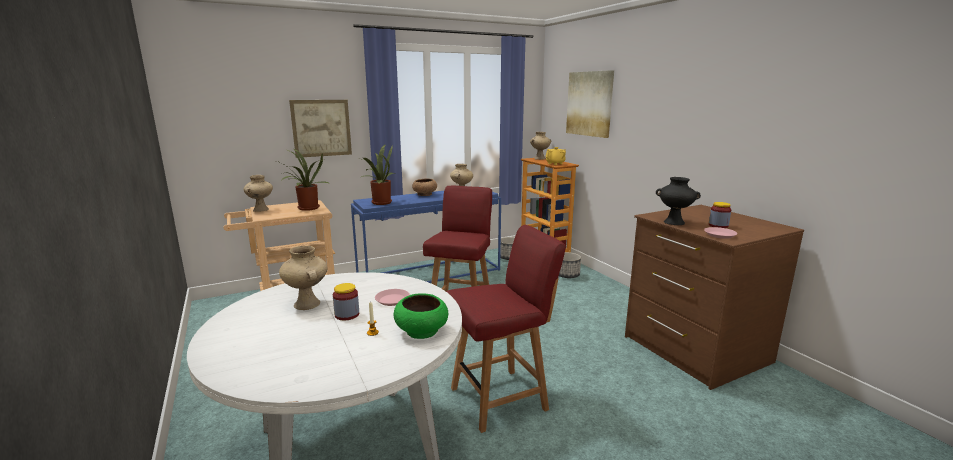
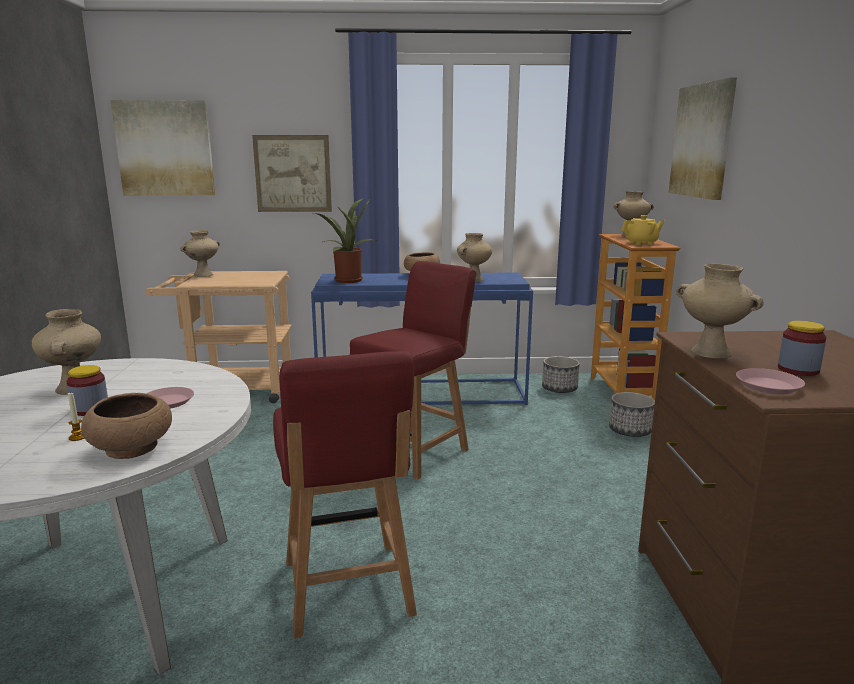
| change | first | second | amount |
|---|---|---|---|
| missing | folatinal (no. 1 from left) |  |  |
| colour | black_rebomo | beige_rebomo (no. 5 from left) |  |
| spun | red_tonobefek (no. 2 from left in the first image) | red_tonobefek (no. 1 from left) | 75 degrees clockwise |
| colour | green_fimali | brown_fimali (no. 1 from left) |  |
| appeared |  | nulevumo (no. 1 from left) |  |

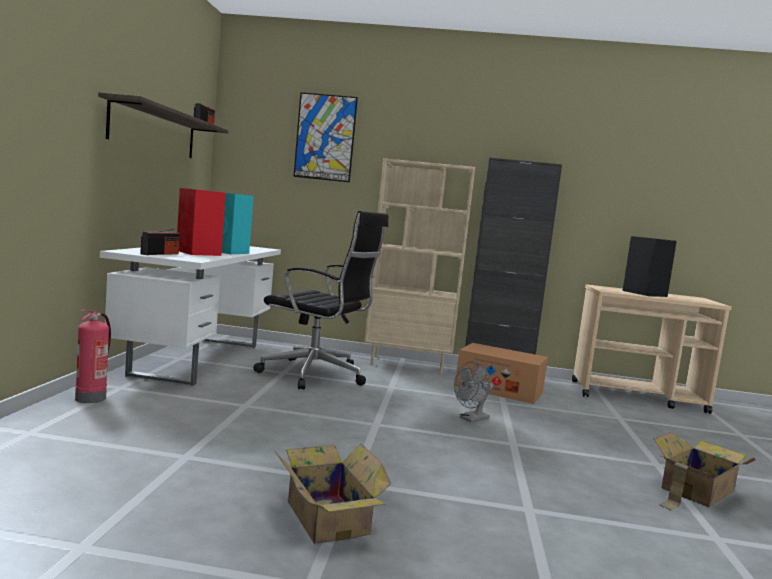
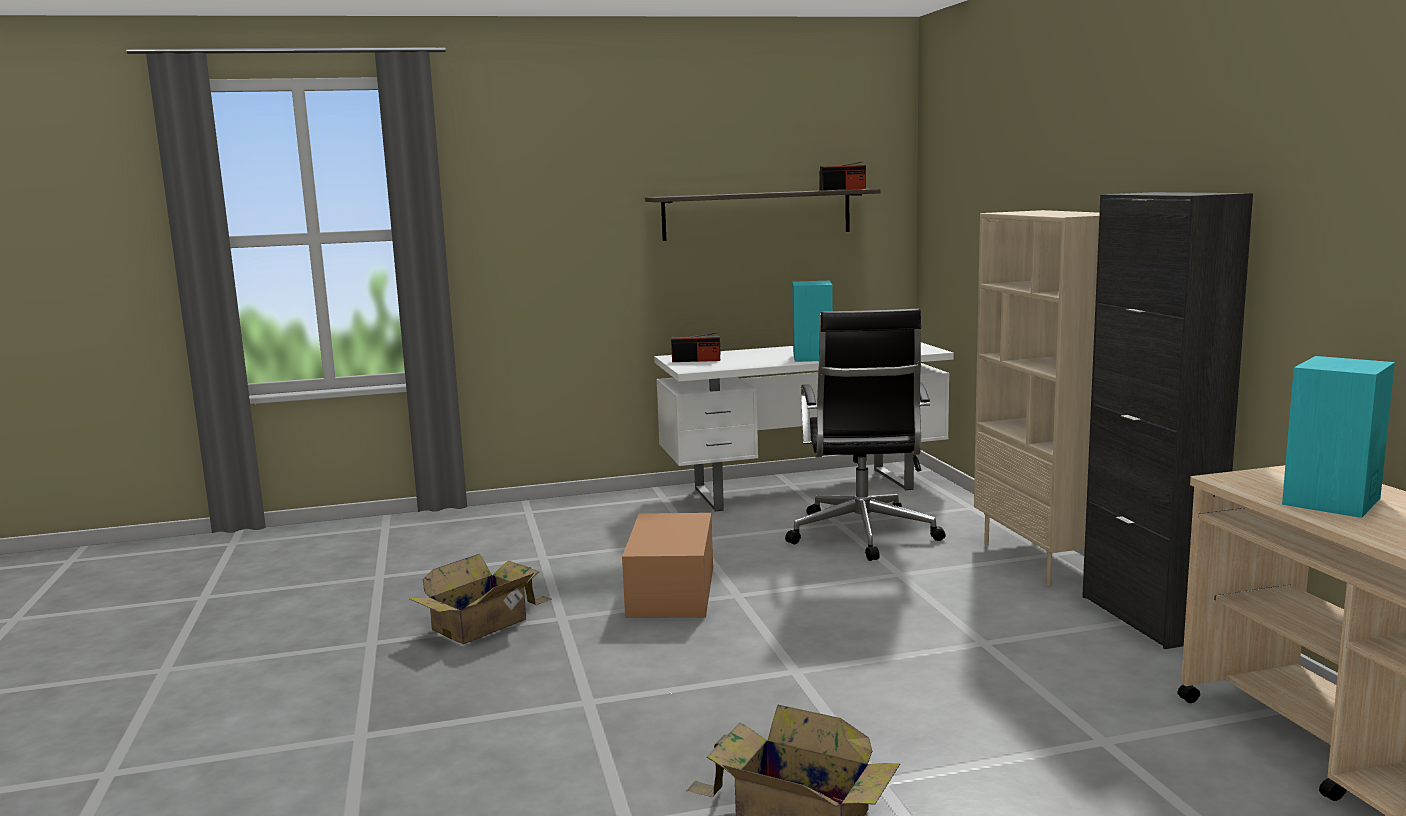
| change | first | second | amount |
|---|---|---|---|
| missing | nulevumo |  |  |
| missing | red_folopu |  |  |
| colour | black_folopu | turquoise_folopu (no. 2 from left) |  |
| missing | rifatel |  |  |
| relocated | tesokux (no. 2 from left) |  |  |
| missing | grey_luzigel |  |  |

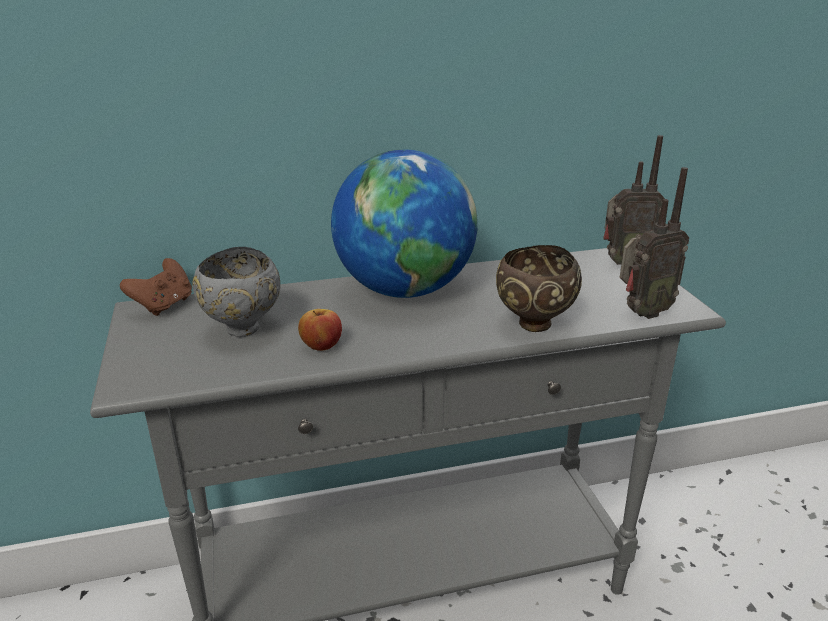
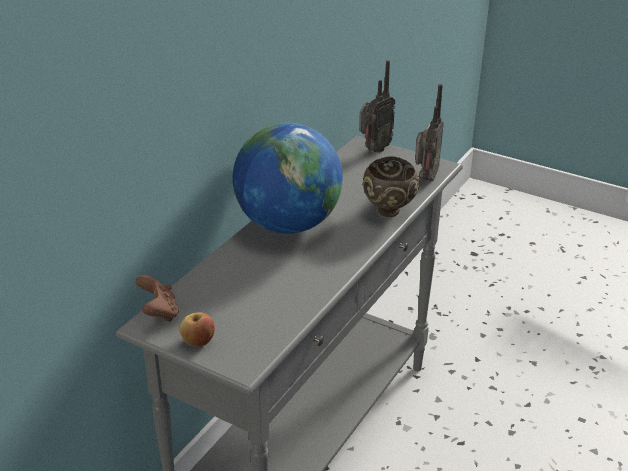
| change | first | second | amount |
|---|---|---|---|
| missing | grey_fimali |  |  |
| relocated | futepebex |  |  |

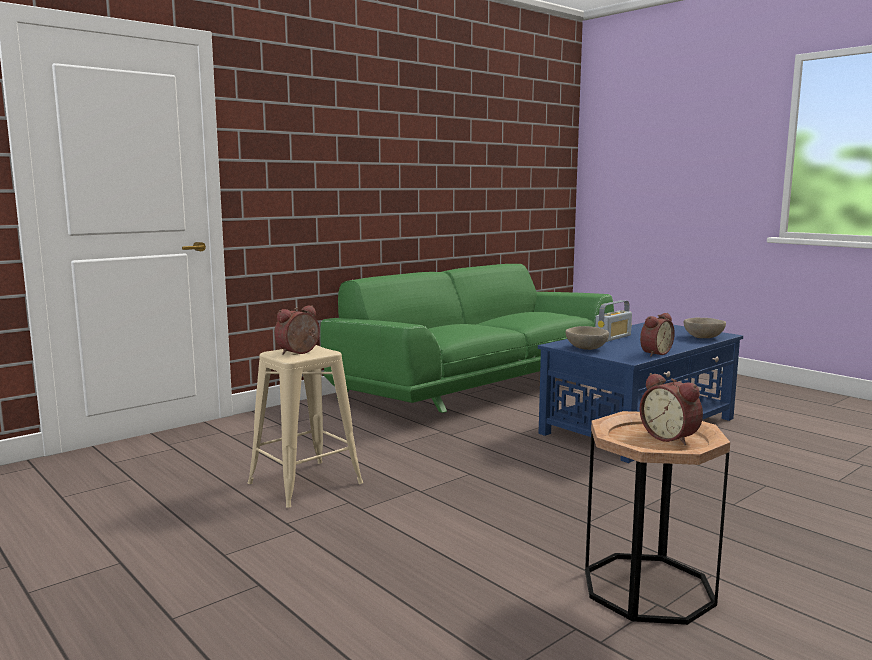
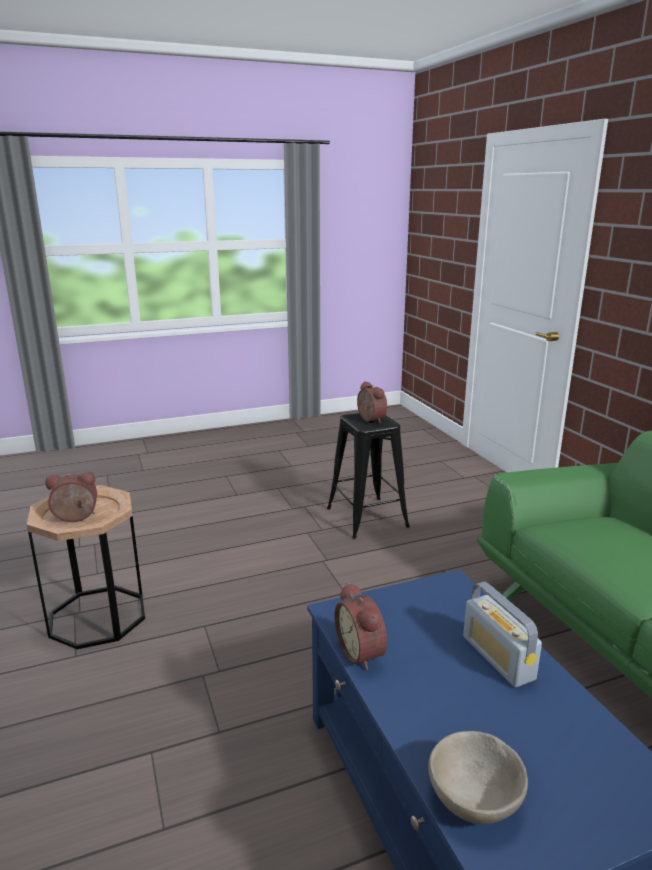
| change | first | second | amount |
|---|---|---|---|
| missing | beige_fimali (no. 1 from left) |  |  |
| colour | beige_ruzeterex | black_ruzeterex |  |

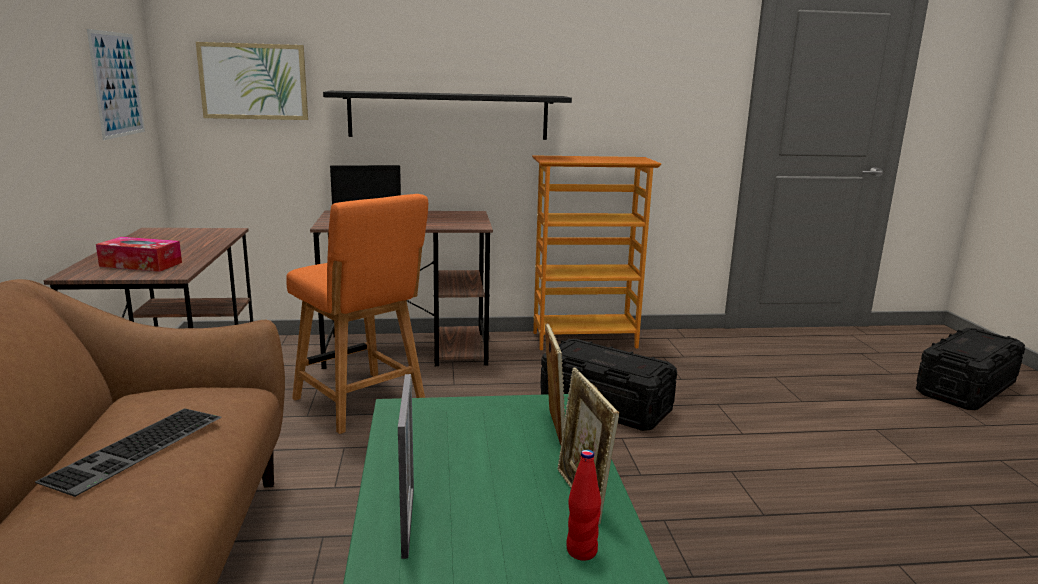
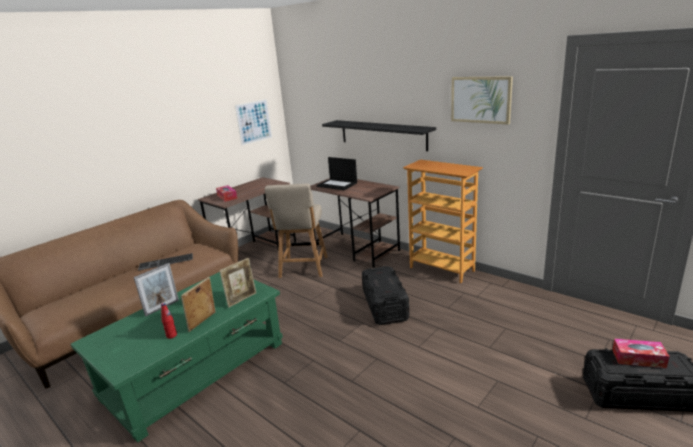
| change | first | second | amount |
|---|---|---|---|
| relocated | nulevumo (no. 2 from left) |  |  |
| colour | orange_tonobefek | beige_tonobefek |  |
| appeared |  | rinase (no. 2 from left) |  |

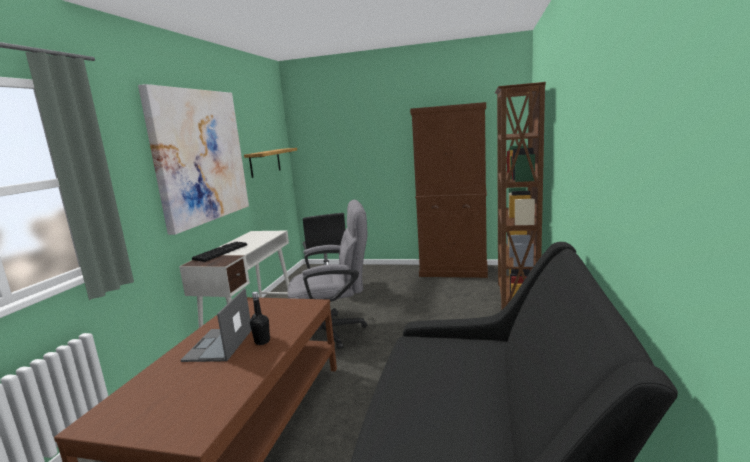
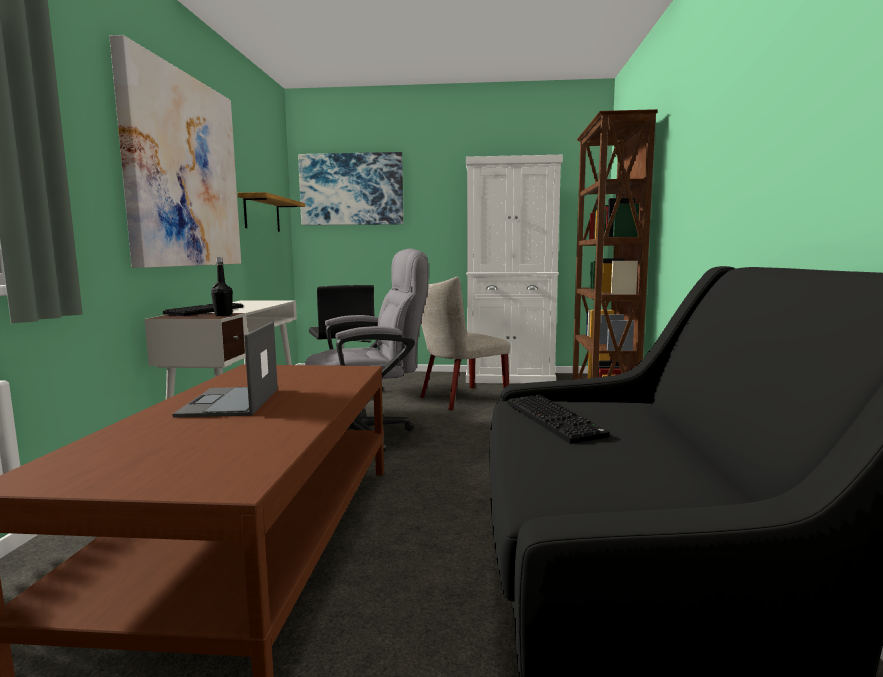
| change | first | second | amount |
|---|---|---|---|
| colour | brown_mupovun | white_mupovun |  |
| relocated | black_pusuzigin |  |  |
| appeared |  | nulevumo (no. 2 from left) |  |
| appeared |  | beige_tonobefek |  |
| appeared |  | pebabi (no. 2 from left) |  |

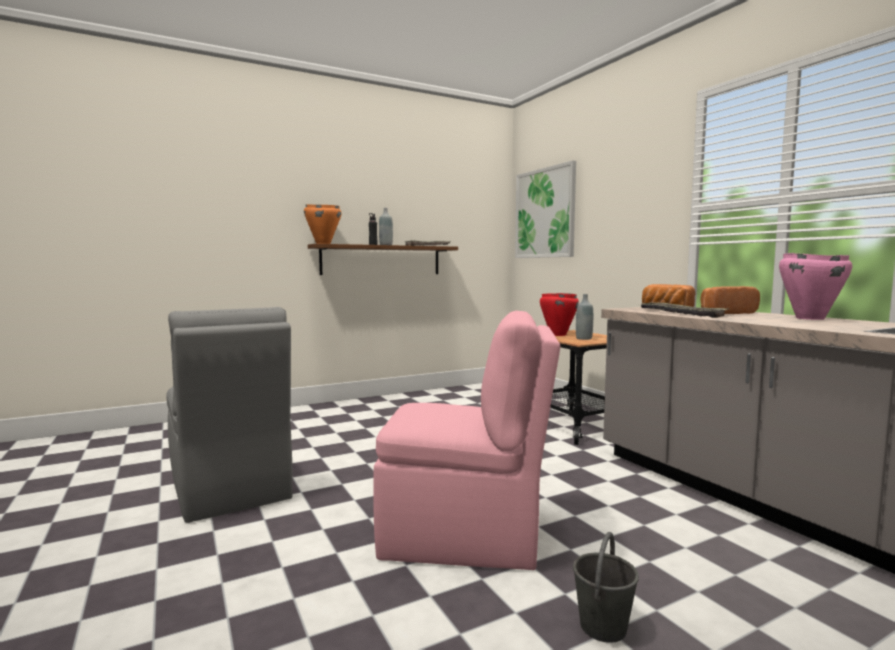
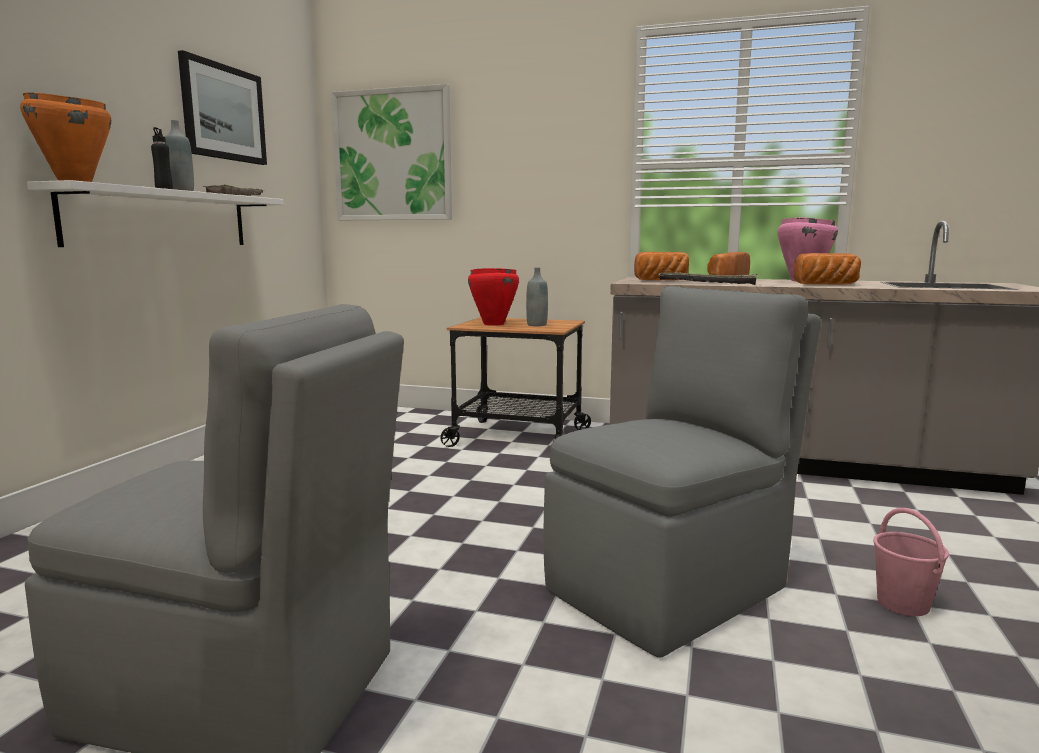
| change | first | second | amount |
|---|---|---|---|
| colour | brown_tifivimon | white_tifivimon |  |
| colour | pink_tonobefek | grey_tonobefek (no. 2 from left) |  |
| colour | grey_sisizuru | pink_sisizuru |  |
| appeared |  | nulevumo (no. 1 from left) |  |
| appeared |  | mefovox (no. 3 from left) |  |

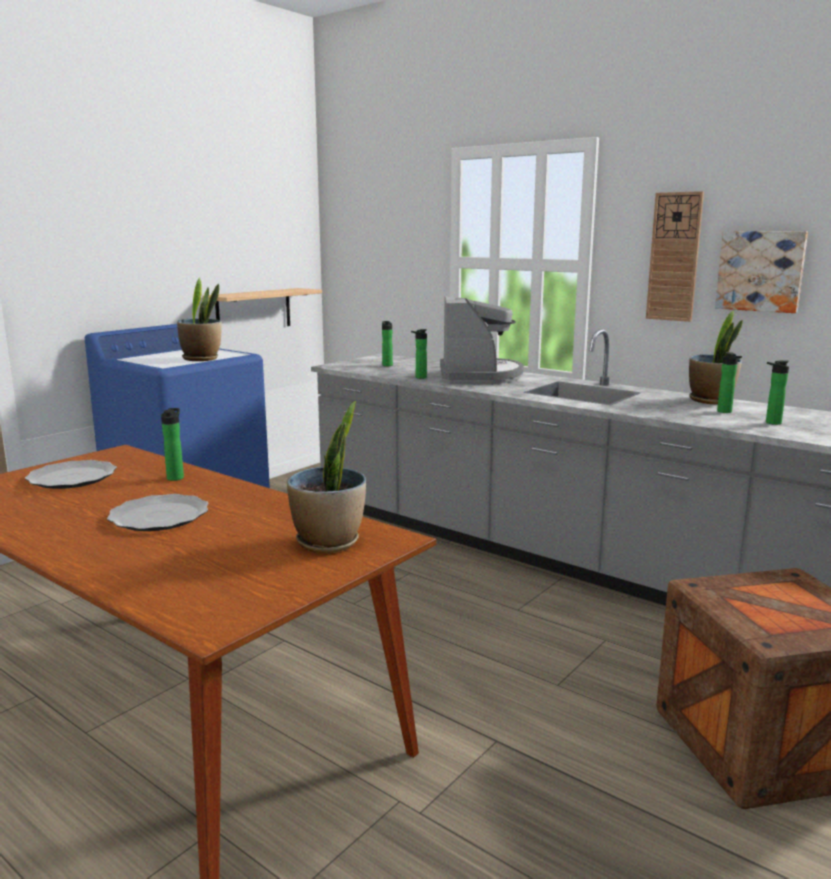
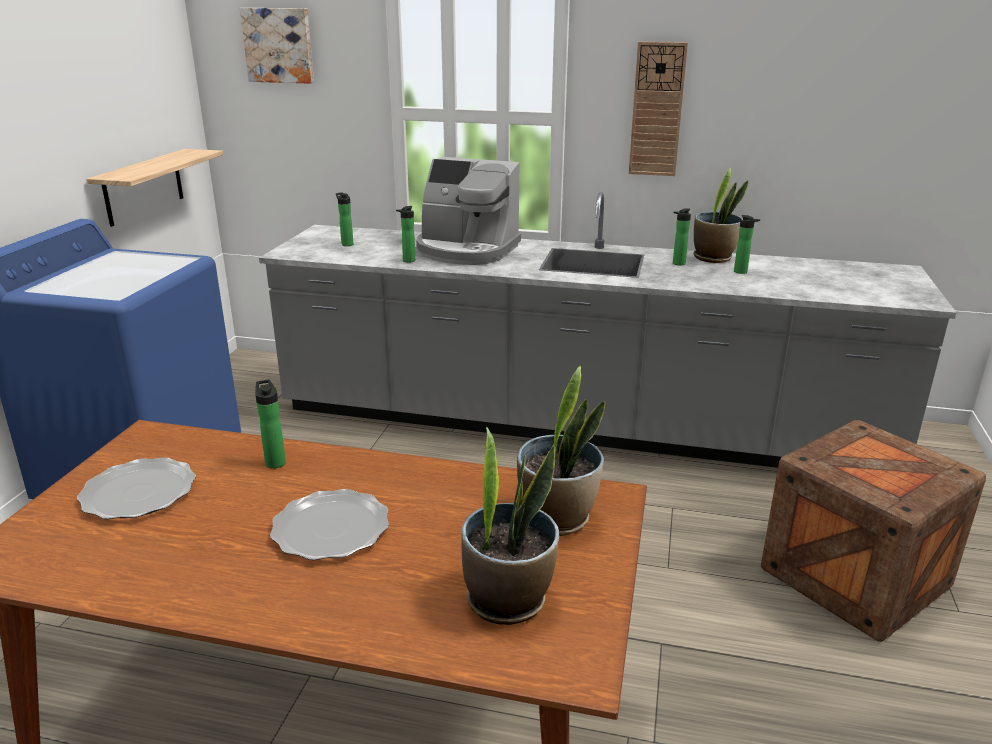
| change | first | second | amount |
|---|---|---|---|
| relocated | nulevumo |  |  |
| relocated | folatinal (no. 1 from left) |  |  |
| spun | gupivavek |  | 135 degrees clockwise |
| relocated | pusuzigin (no. 5 from left in the first image) | pusuzigin (no. 4 from left) |  |

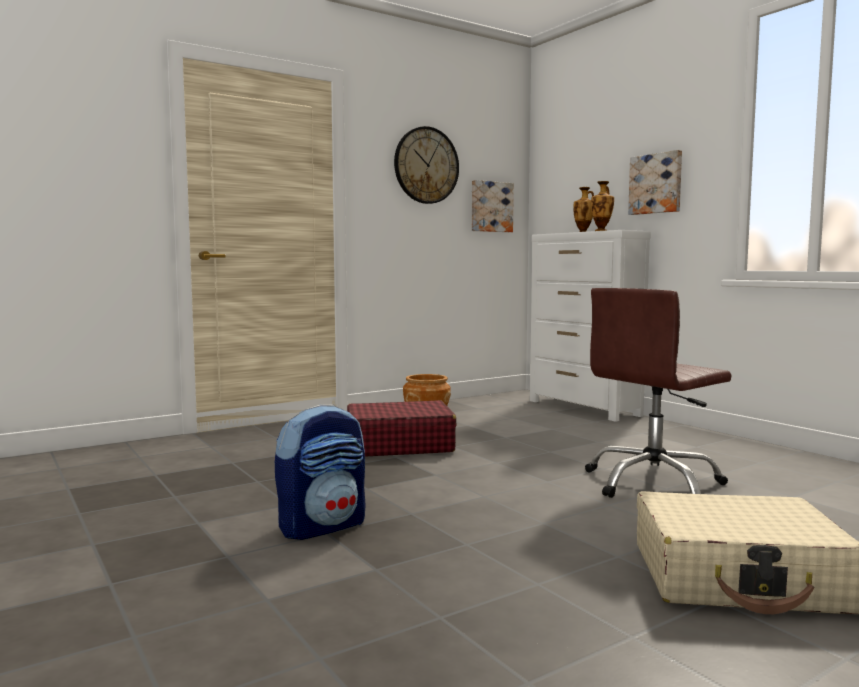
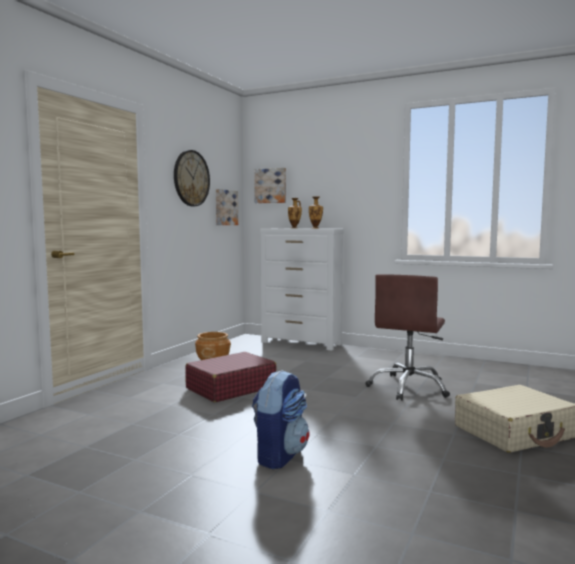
| change | first | second | amount |
|---|---|---|---|
| relocated | nulevumo (no. 2 from left) |  |  |

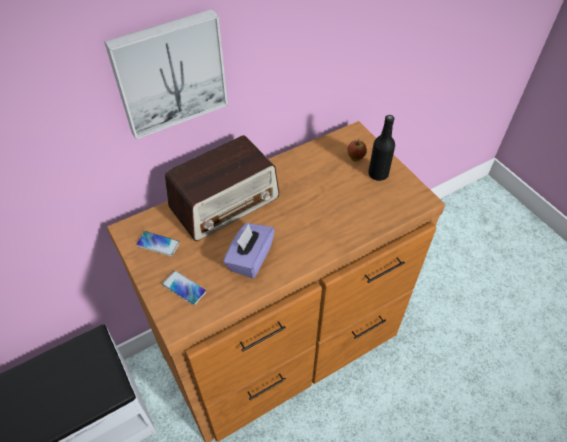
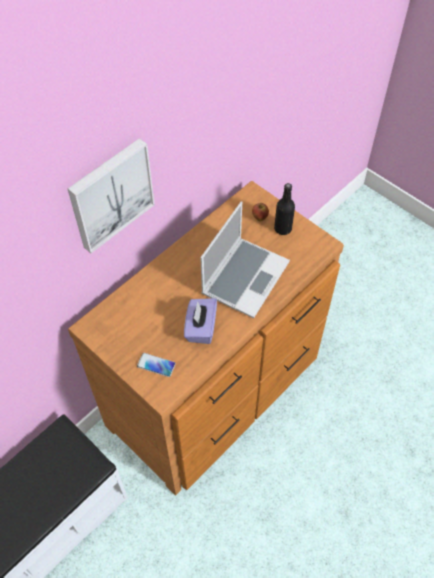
| change | first | second | amount |
|---|---|---|---|
| missing | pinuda |  |  |
| missing | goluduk (no. 1 from left) |  |  |
| appeared |  | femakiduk |  |

